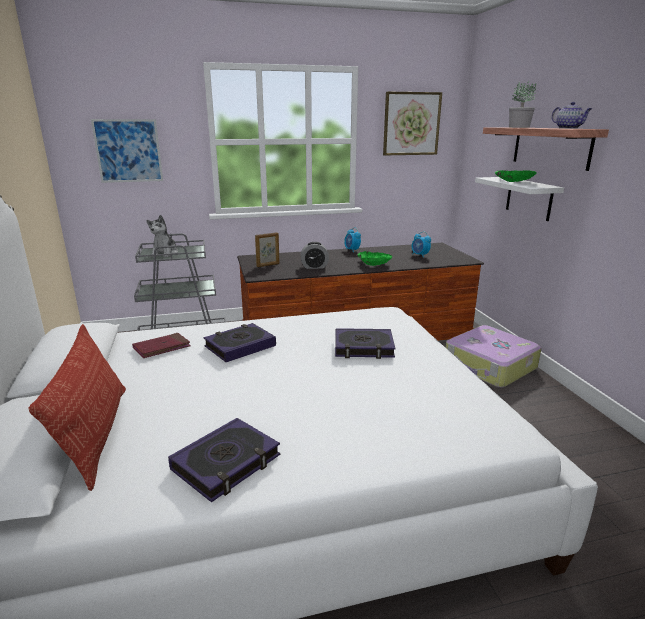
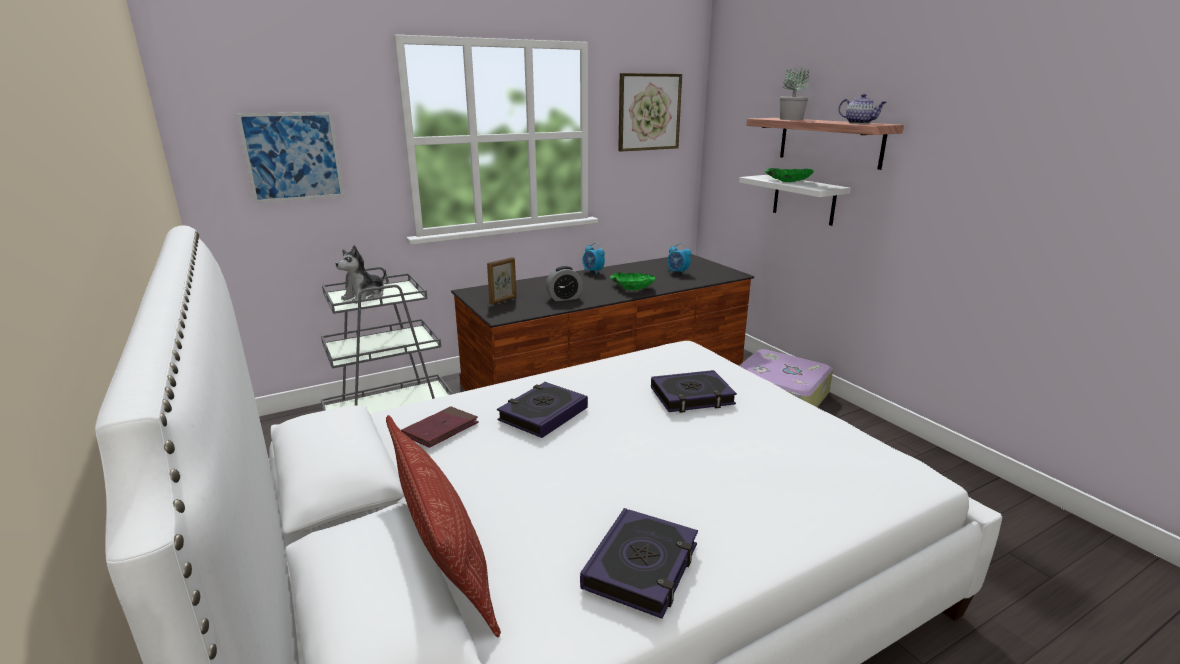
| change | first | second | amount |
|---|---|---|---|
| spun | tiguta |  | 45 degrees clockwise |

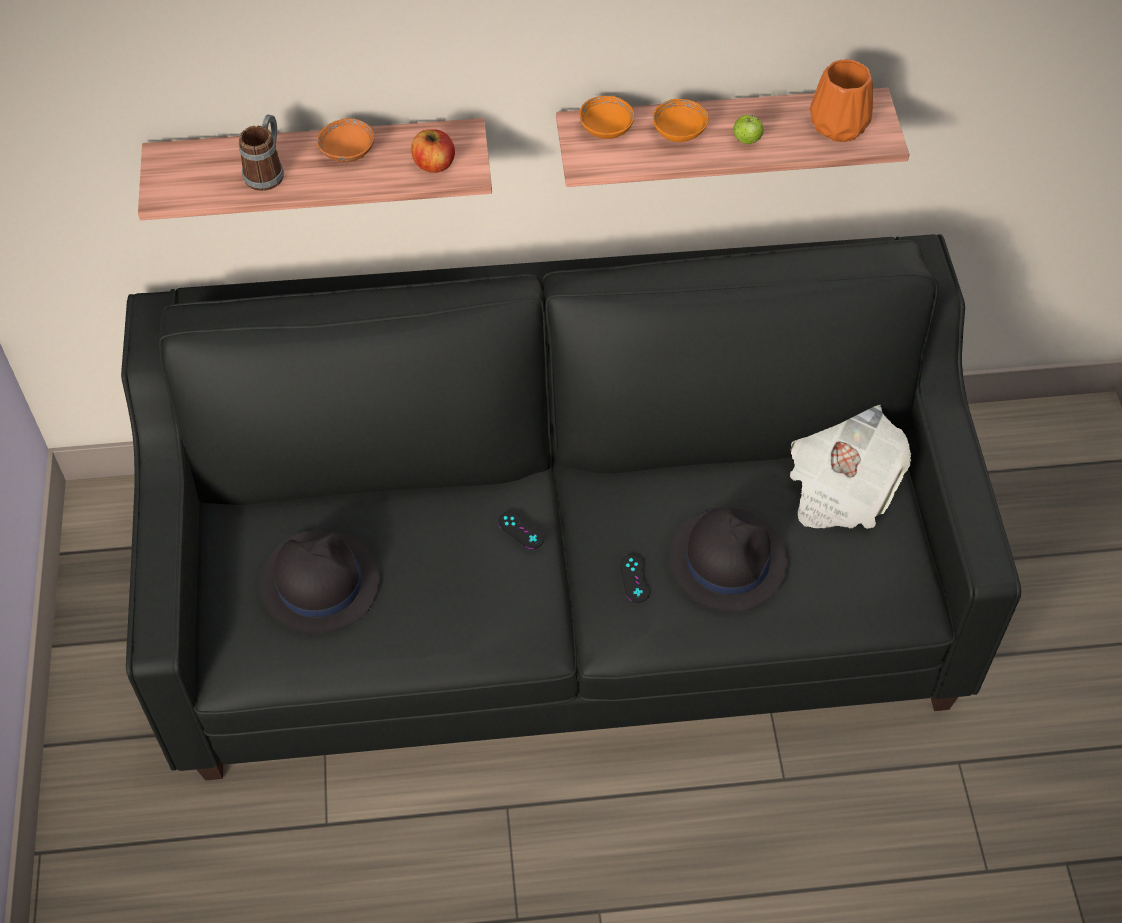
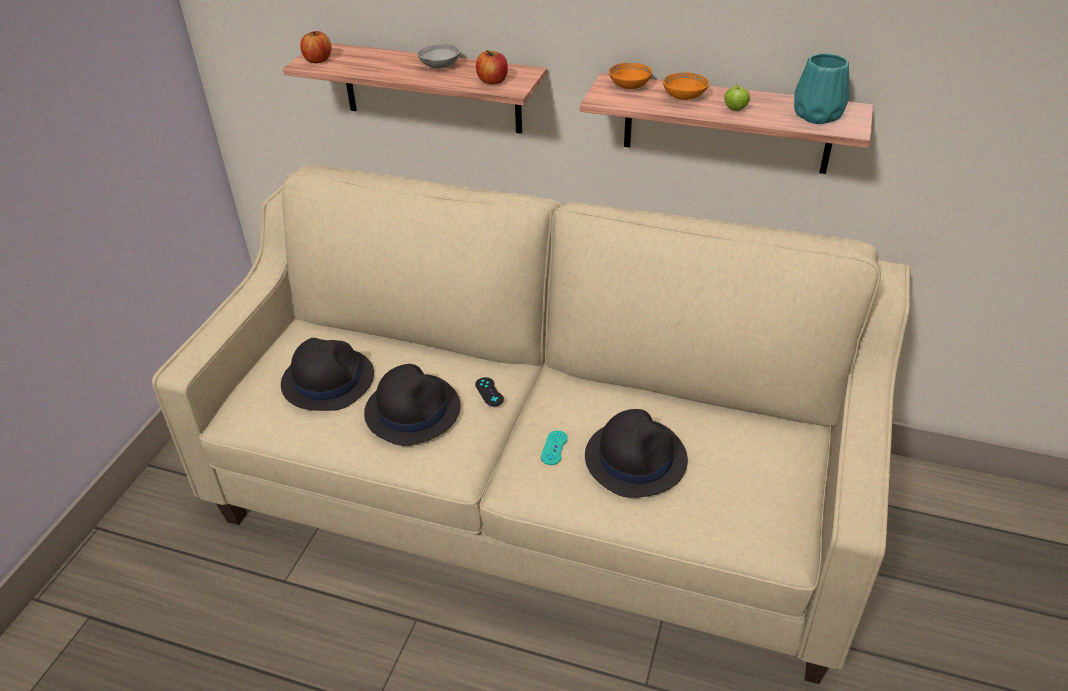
| change | first | second | amount |
|---|---|---|---|
| colour | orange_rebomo | turquoise_rebomo |  |
| missing | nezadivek |  |  |
| colour | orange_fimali (no. 1 from left) | grey_fimali |  |
| colour | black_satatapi | beige_satatapi |  |
| missing | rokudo |  |  |
| colour | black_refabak (no. 2 from left) | turquoise_refabak |  |
| appeared |  | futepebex (no. 1 from left) |  |
| appeared |  | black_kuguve (no. 2 from left) |  |

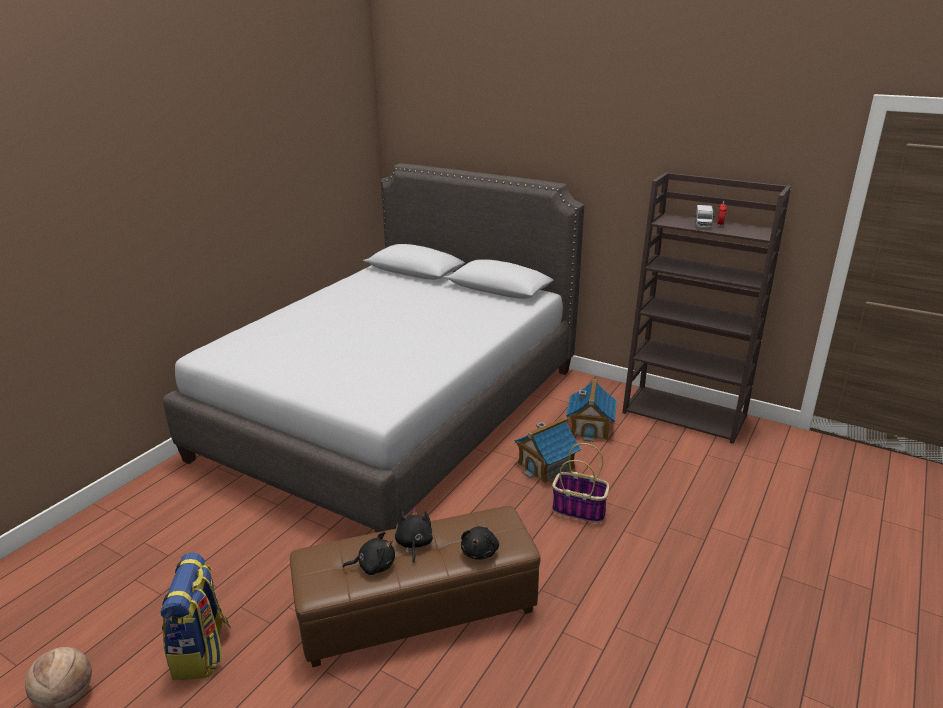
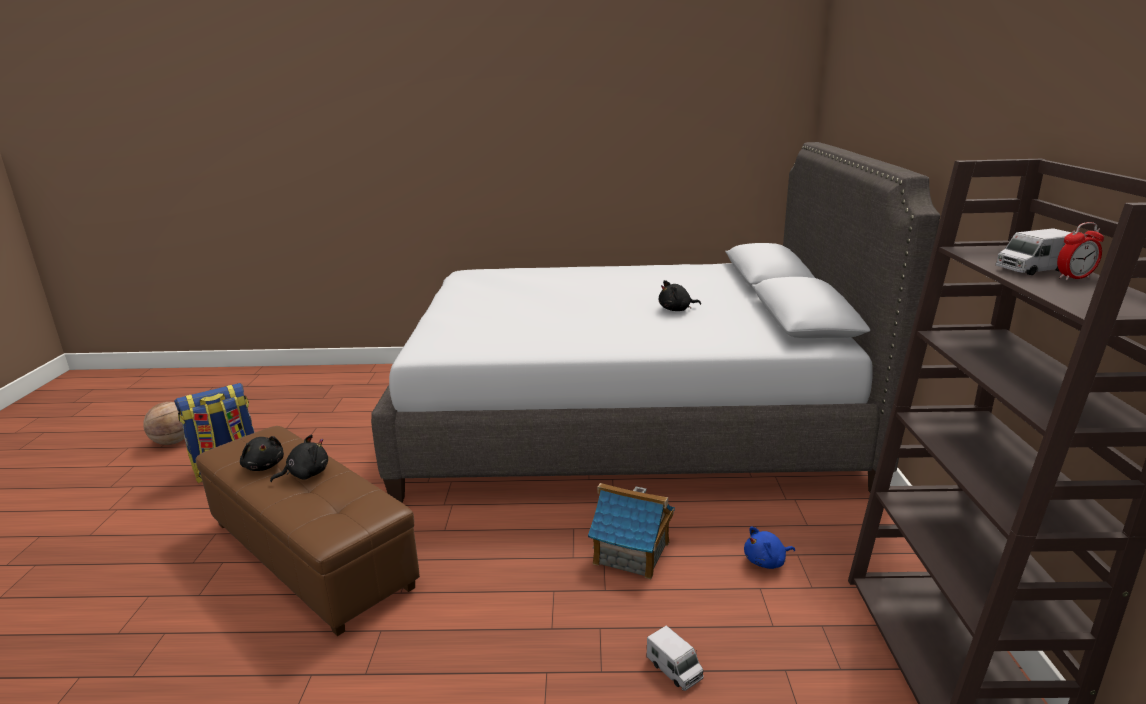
| change | first | second | amount |
|---|---|---|---|
| exchanged | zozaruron (no. 2 from left) | blue_tiguta |  |
| missing | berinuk |  |  |
| relocated | black_tiguta (no. 3 from left) |  |  |
| appeared |  | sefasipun (no. 1 from left) |  |

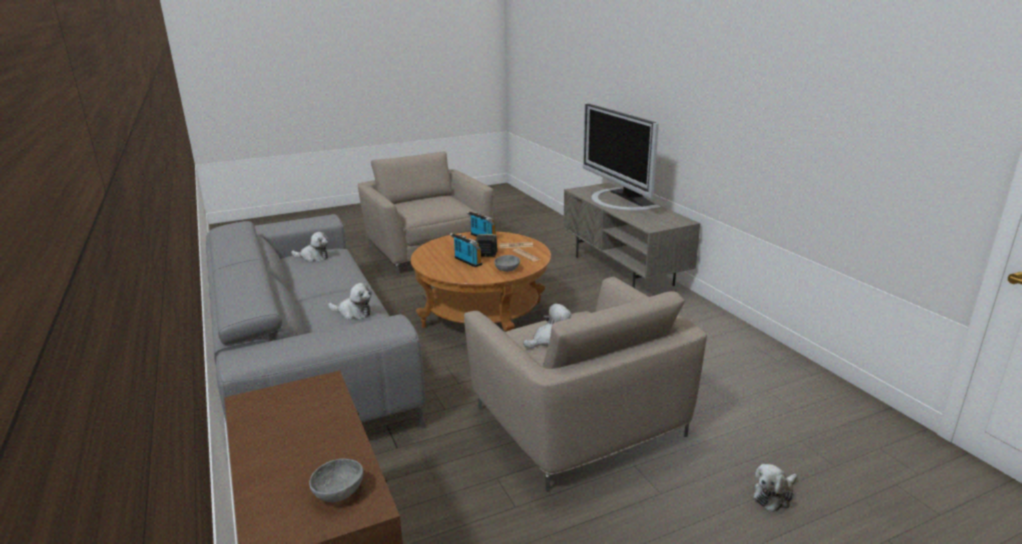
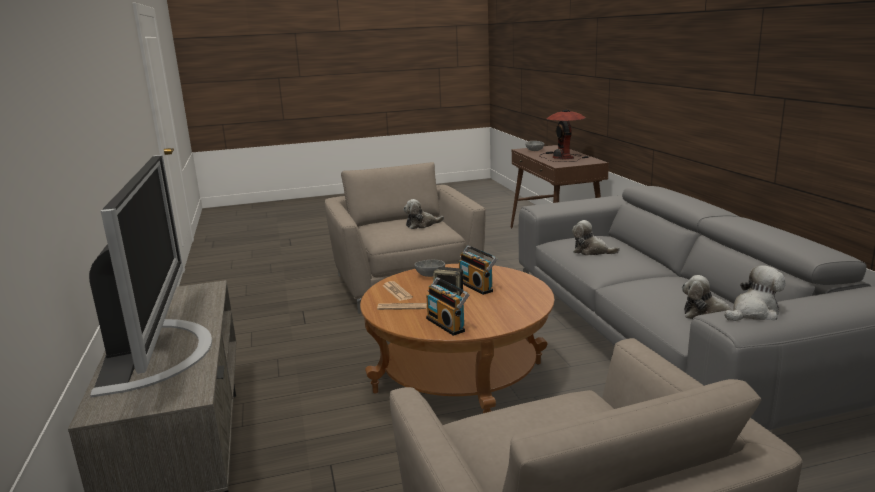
| change | first | second | amount |
|---|---|---|---|
| relocated | tiguta (no. 4 from left) |  |  |
| appeared |  | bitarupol |  |

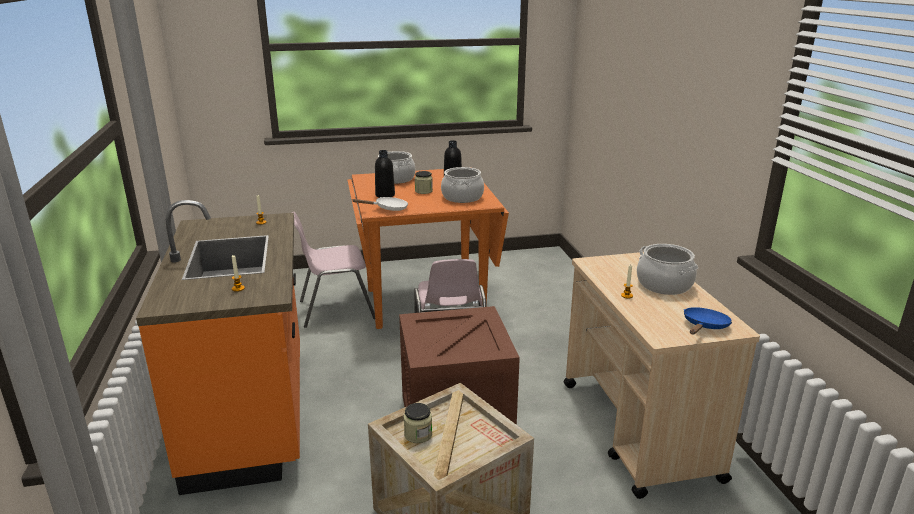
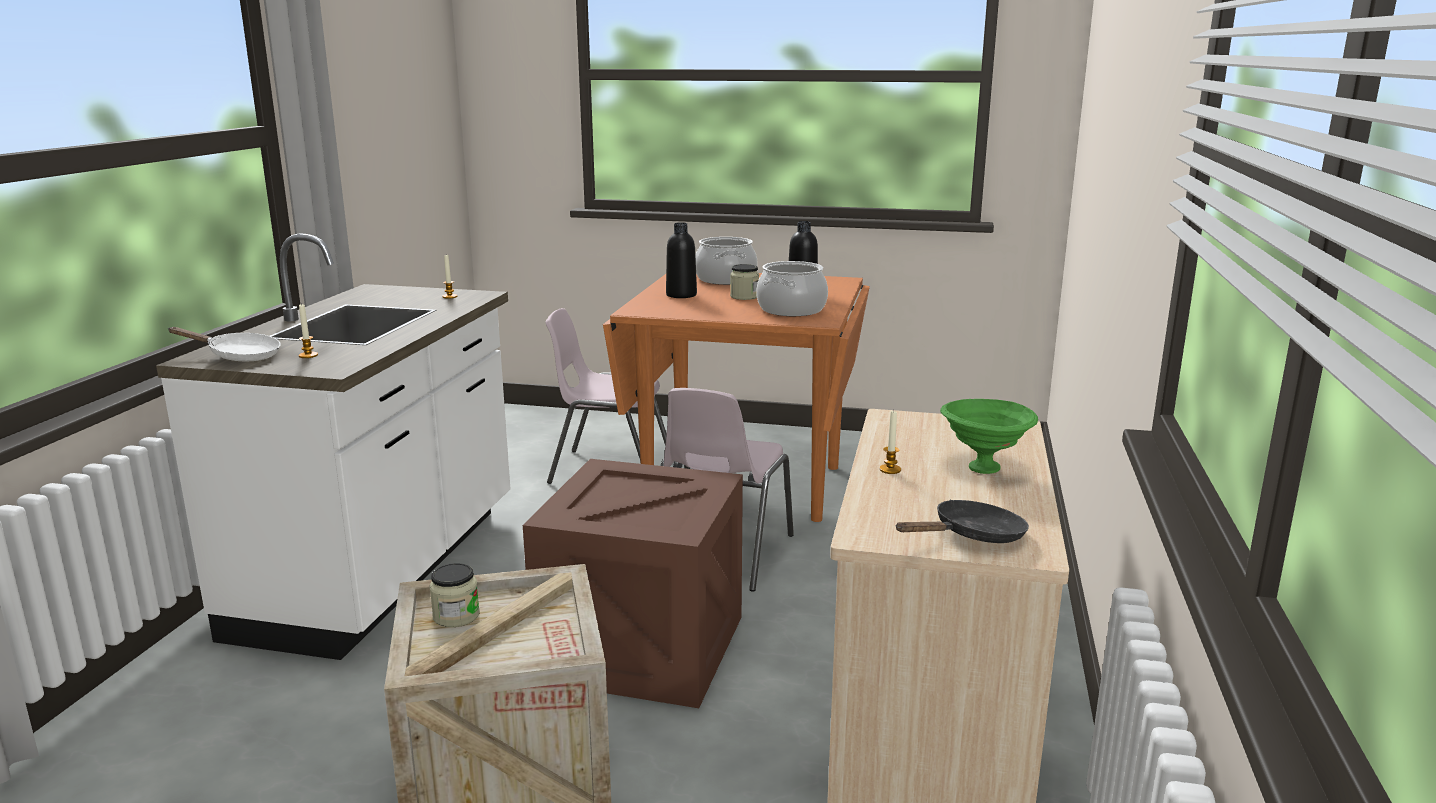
| change | first | second | amount |
|---|---|---|---|
| relocated | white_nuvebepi |  |  |
| colour | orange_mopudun | white_mopudun |  |
| exchanged | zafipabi (no. 3 from left) | green_fimali |  |
| colour | blue_nuvebepi | black_nuvebepi |  |

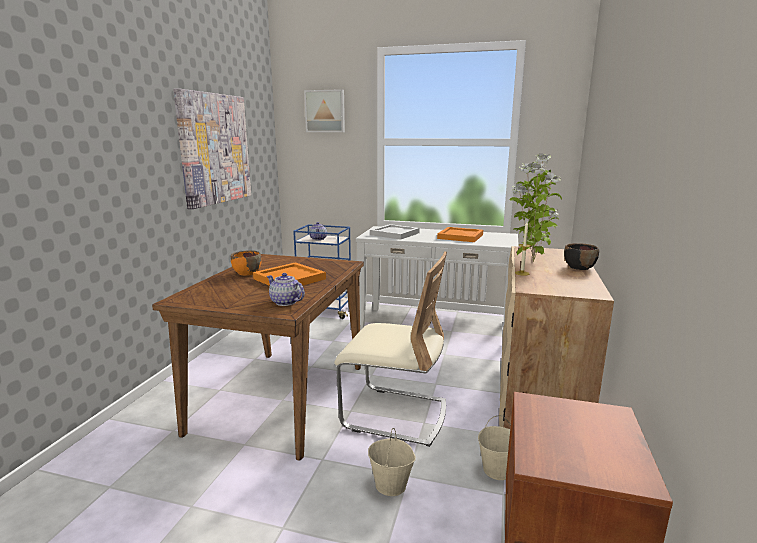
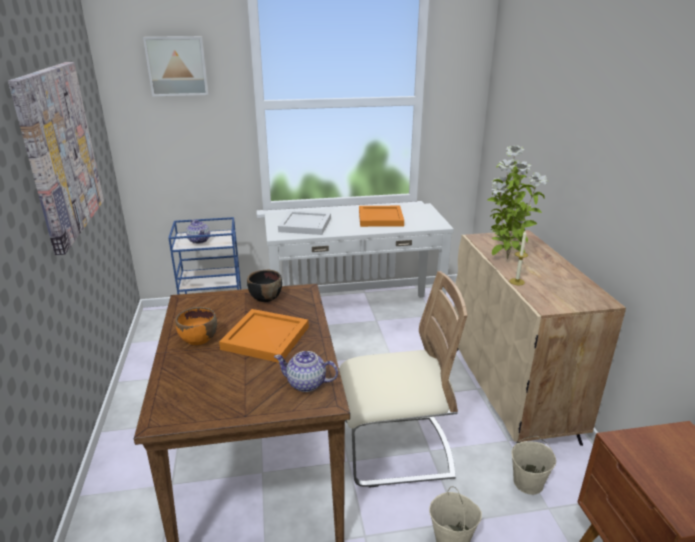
| change | first | second | amount |
|---|---|---|---|
| relocated | black_fimali |  |  |

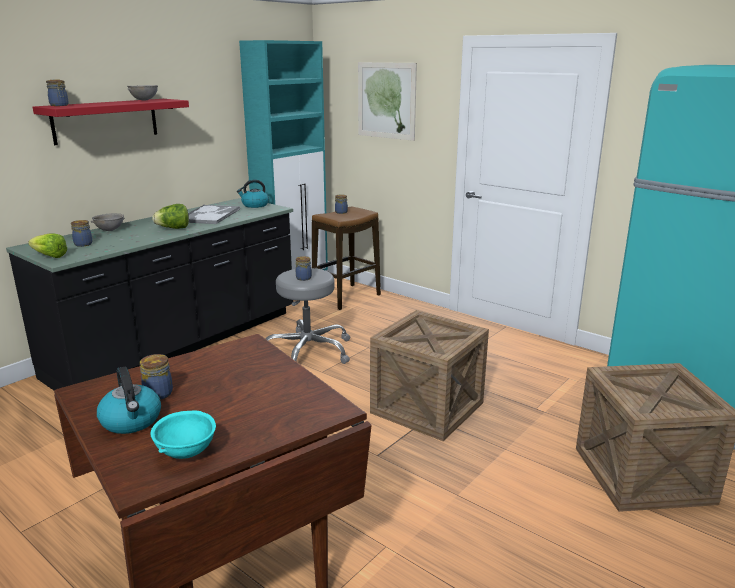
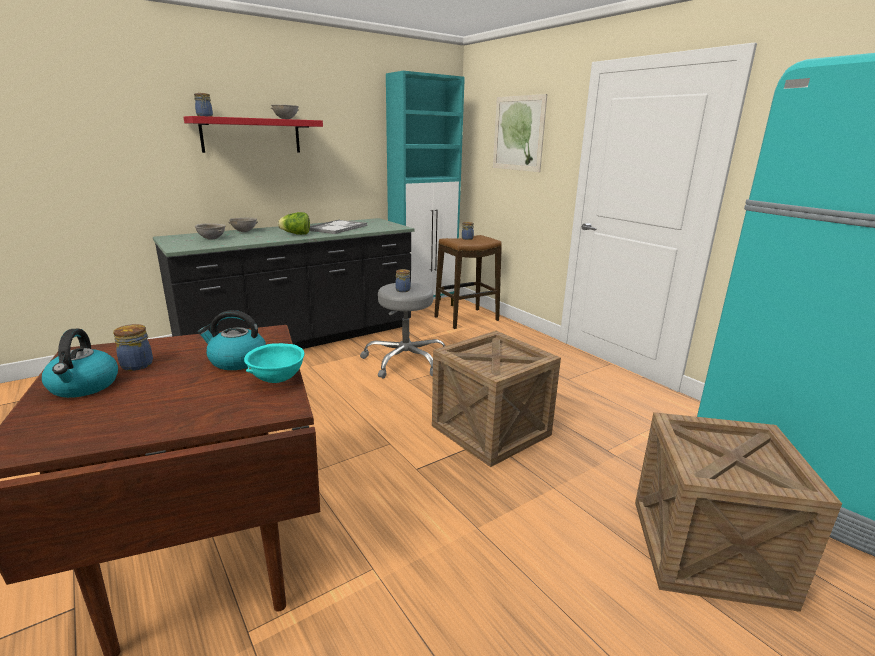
| change | first | second | amount |
|---|---|---|---|
| relocated | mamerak (no. 2 from left) |  |  |
| exchanged | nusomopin (no. 2 from left) | grey_fimali (no. 1 from left) |  |
| missing | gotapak (no. 1 from left) |  |  |
| relocated | turquoise_fimali |  |  |

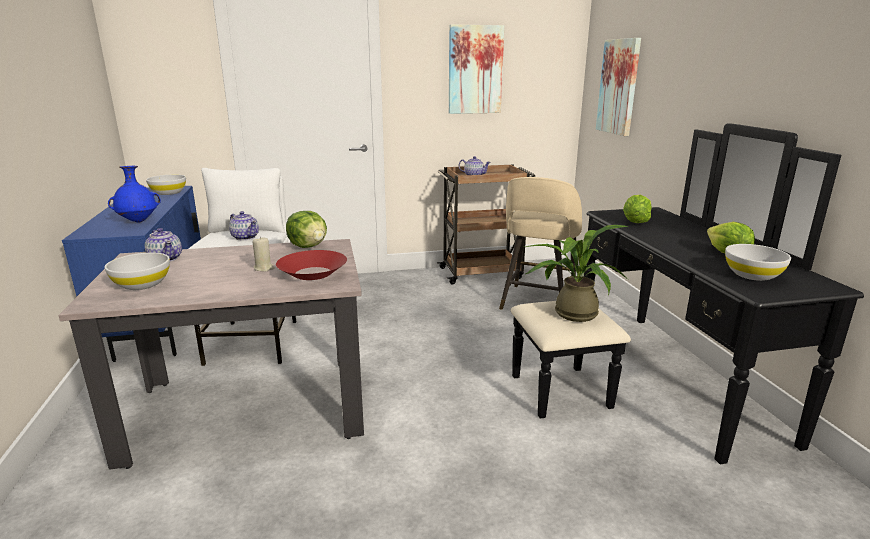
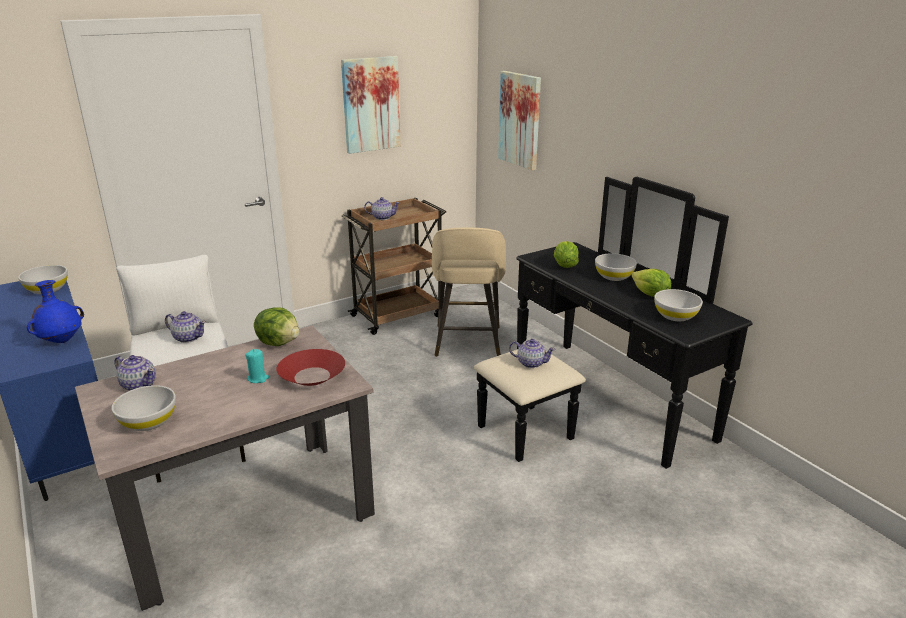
| change | first | second | amount |
|---|---|---|---|
| exchanged | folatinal | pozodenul (no. 4 from left) |  |
| colour | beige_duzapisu | turquoise_duzapisu |  |
| appeared |  | white_fimali (no. 3 from left) |  |

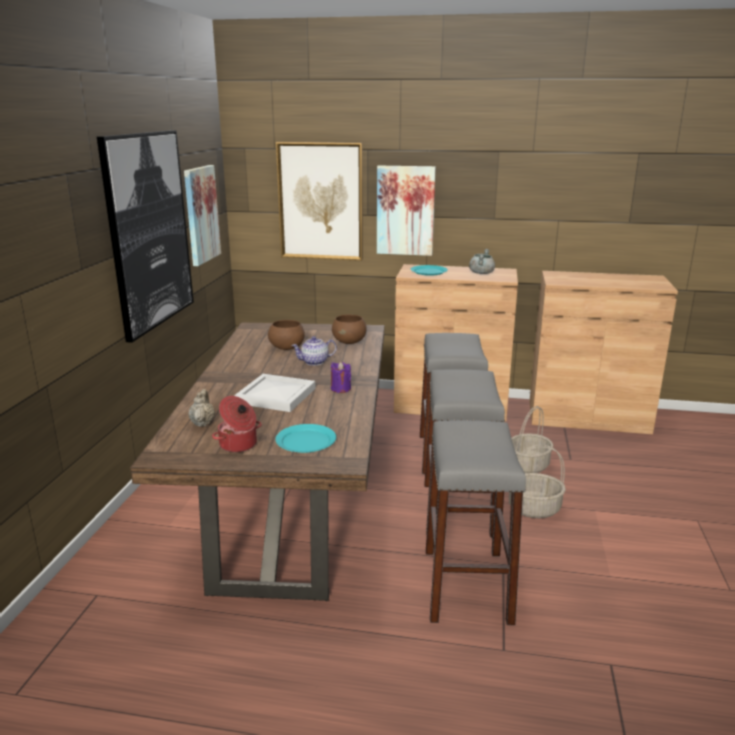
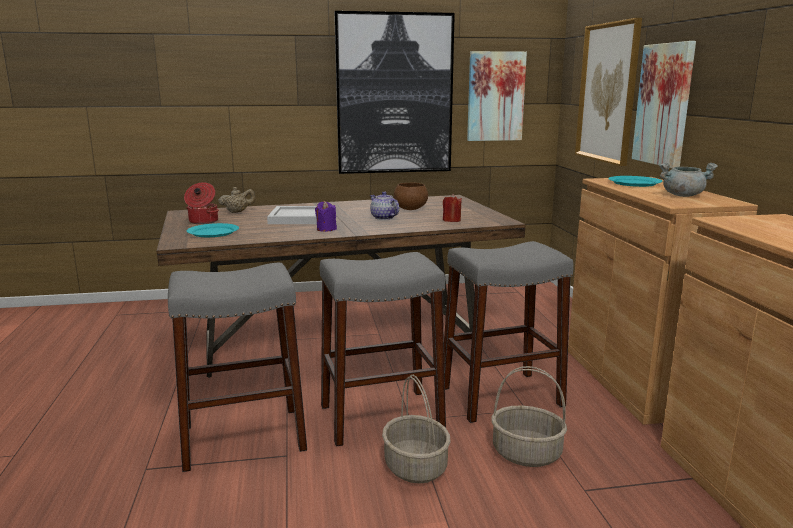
| change | first | second | amount |
|---|---|---|---|
| exchanged | brown_fimali (no. 2 from left) | red_duzapisu |  |

